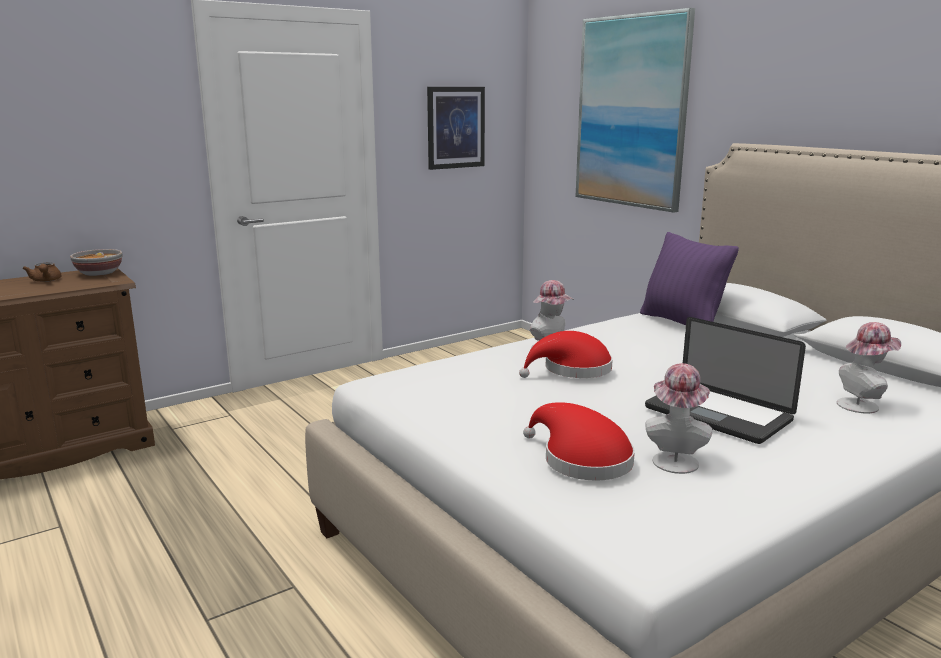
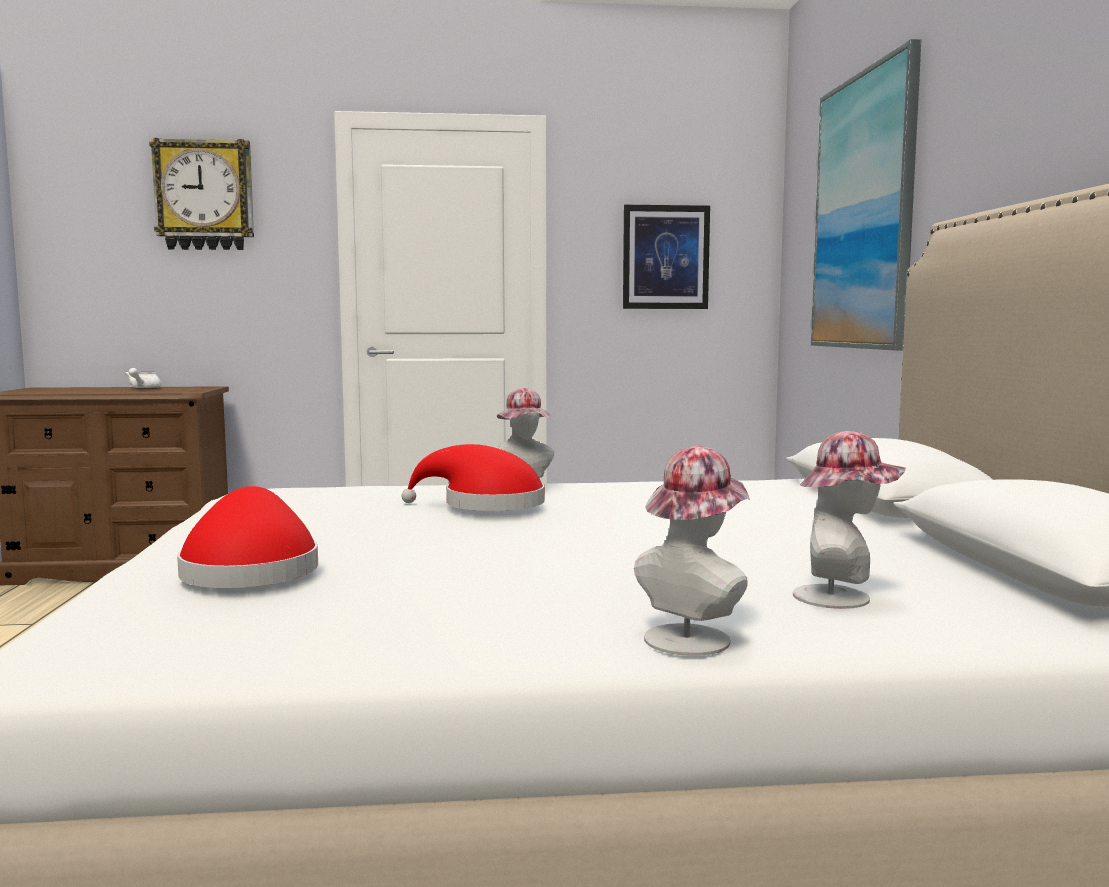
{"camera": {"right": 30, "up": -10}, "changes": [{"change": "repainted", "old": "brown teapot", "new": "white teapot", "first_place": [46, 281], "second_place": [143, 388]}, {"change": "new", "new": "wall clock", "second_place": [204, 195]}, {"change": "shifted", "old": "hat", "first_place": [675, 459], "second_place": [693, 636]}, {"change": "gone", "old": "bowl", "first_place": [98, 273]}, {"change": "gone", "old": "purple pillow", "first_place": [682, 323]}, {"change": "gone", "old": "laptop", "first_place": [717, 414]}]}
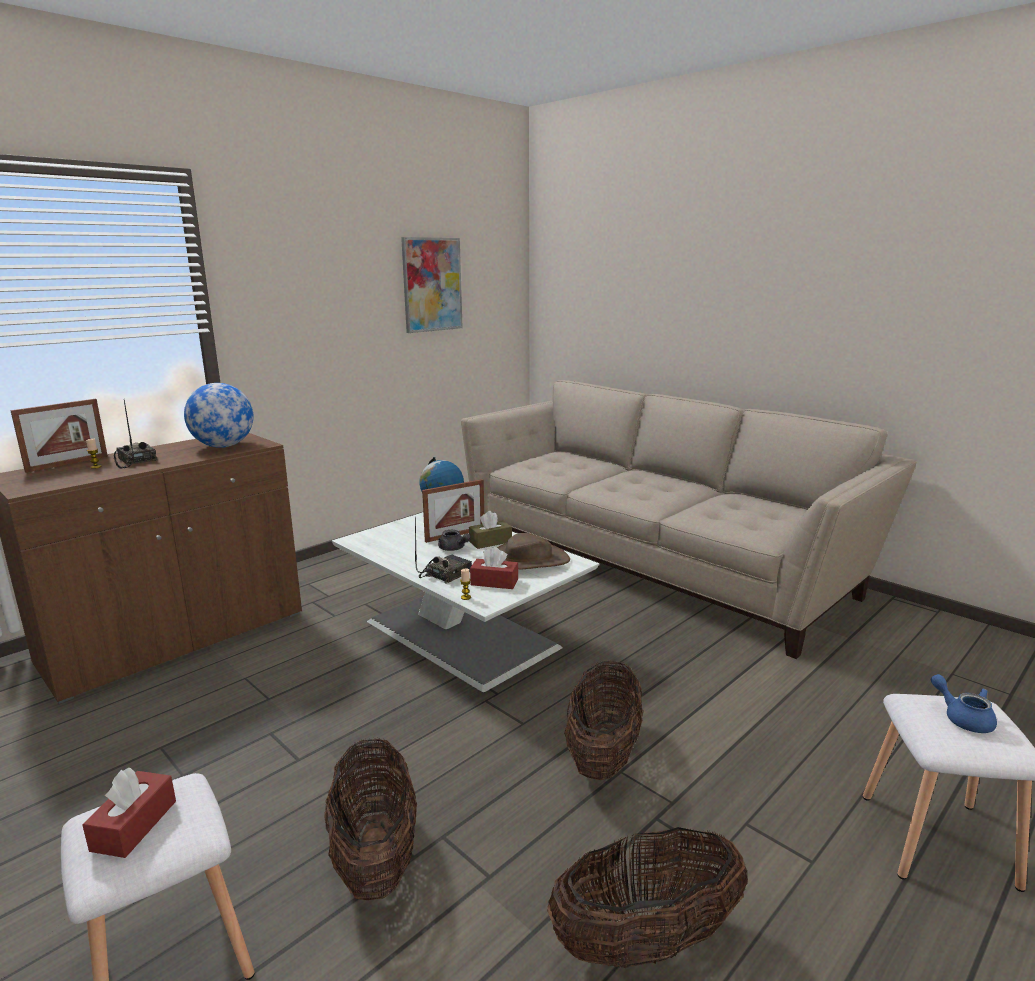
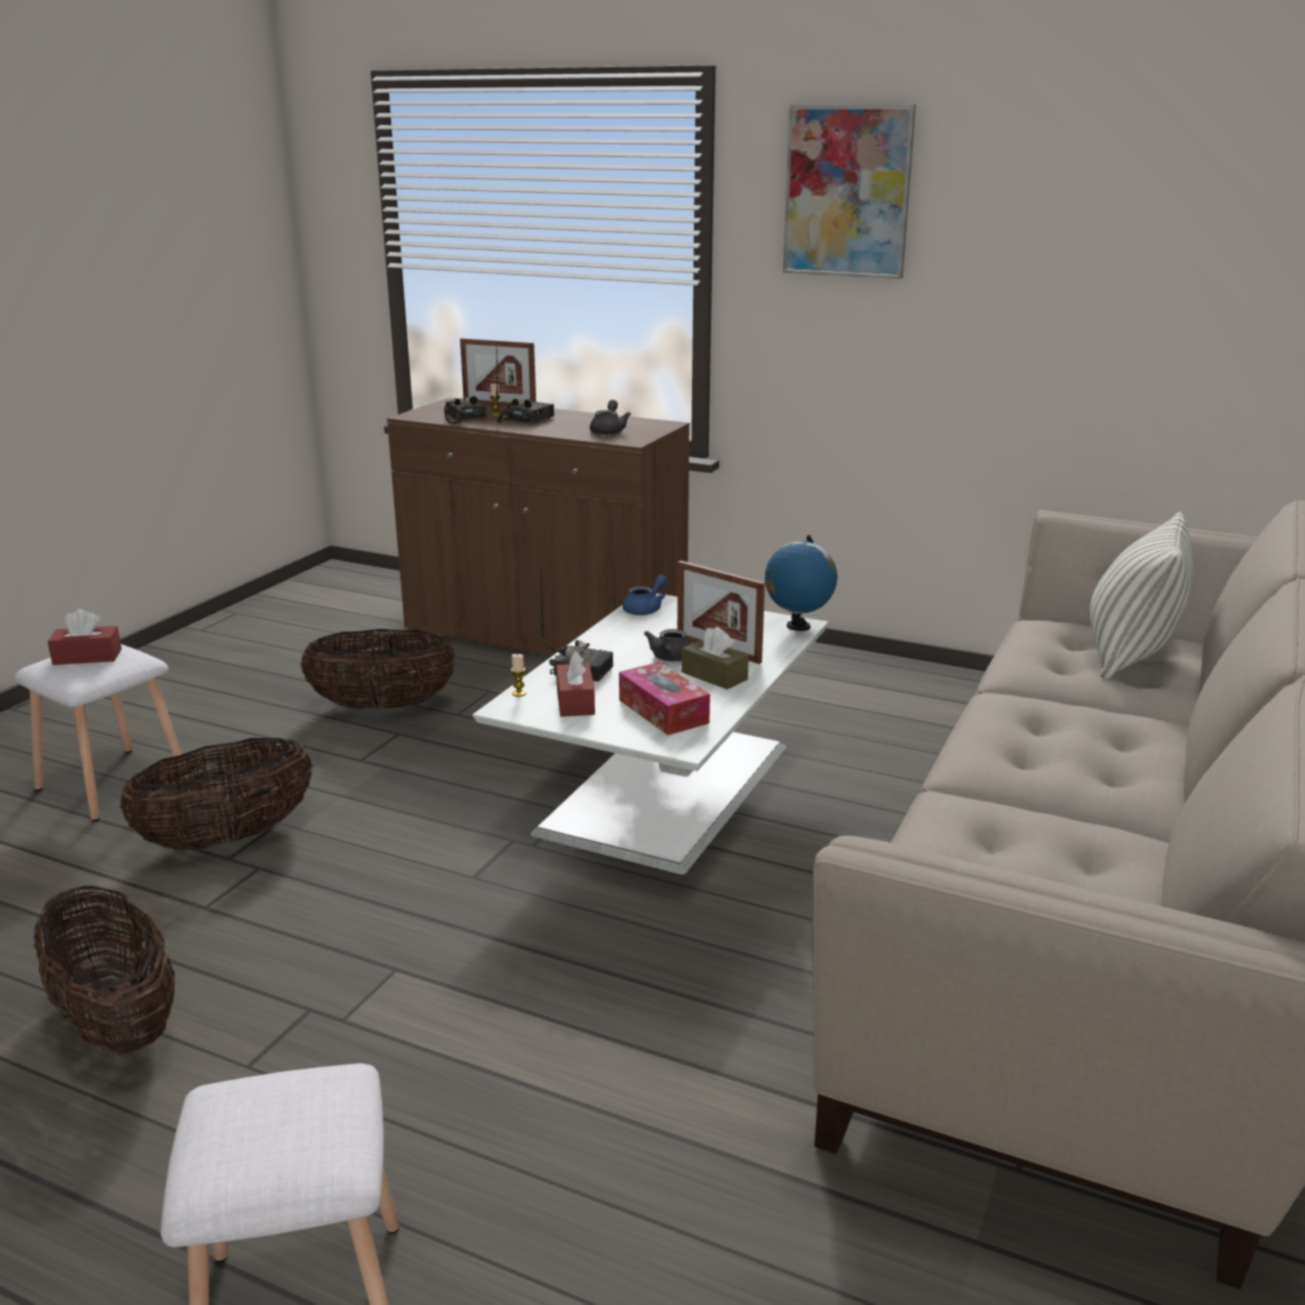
{"camera": {"right": 70, "up": 5}, "changes": [{"change": "shifted", "old": "basket", "first_place": [603, 754], "second_place": [383, 706]}, {"change": "new", "new": "radio", "second_place": [463, 417]}, {"change": "swapped", "old": "globe", "new": "grey teapot", "first_place": [223, 446], "second_place": [609, 431]}, {"change": "swapped", "old": "brown hat", "new": "tissue box", "first_place": [528, 561], "second_place": [663, 711]}, {"change": "shifted", "old": "blue teapot", "first_place": [963, 718], "second_place": [646, 609]}, {"change": "shifted", "old": "picture", "first_place": [432, 284], "second_place": [847, 191]}, {"change": "new", "new": "pillow", "second_place": [1130, 655]}]}
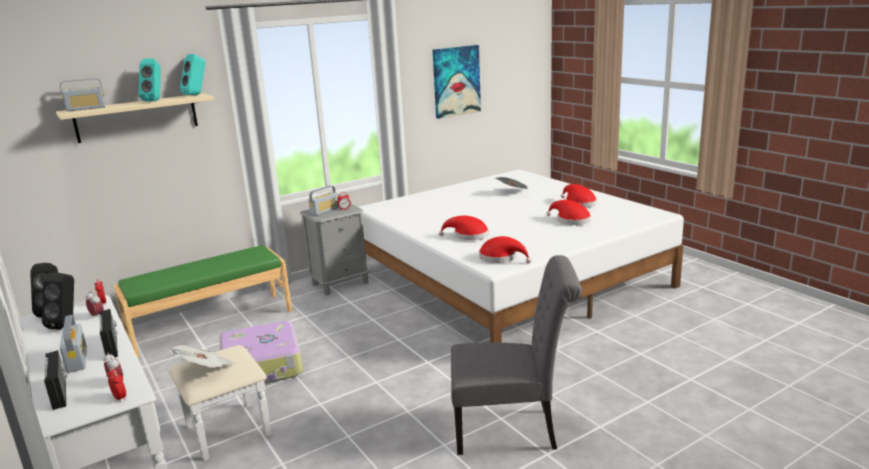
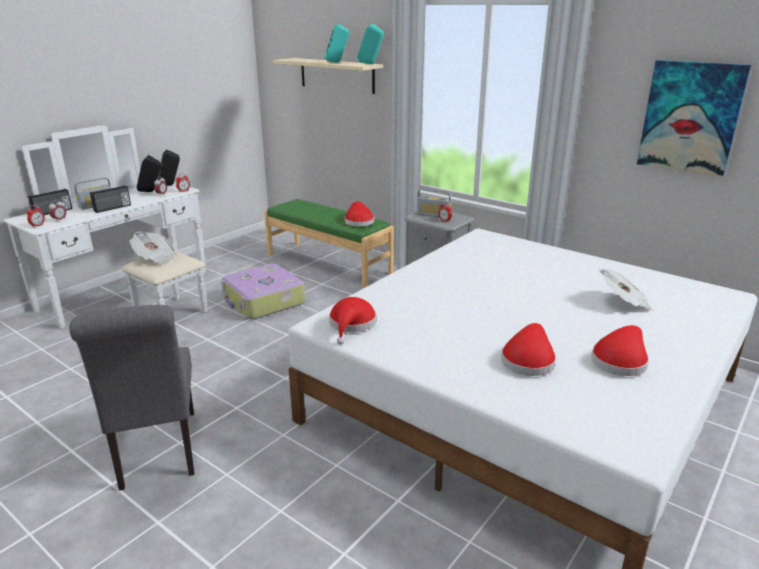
{"camera": {"right": 70, "up": 5}, "changes": [{"change": "shifted", "old": "red hat", "first_place": [468, 235], "second_place": [358, 221]}, {"change": "gone", "old": "radio", "first_place": [86, 108]}]}
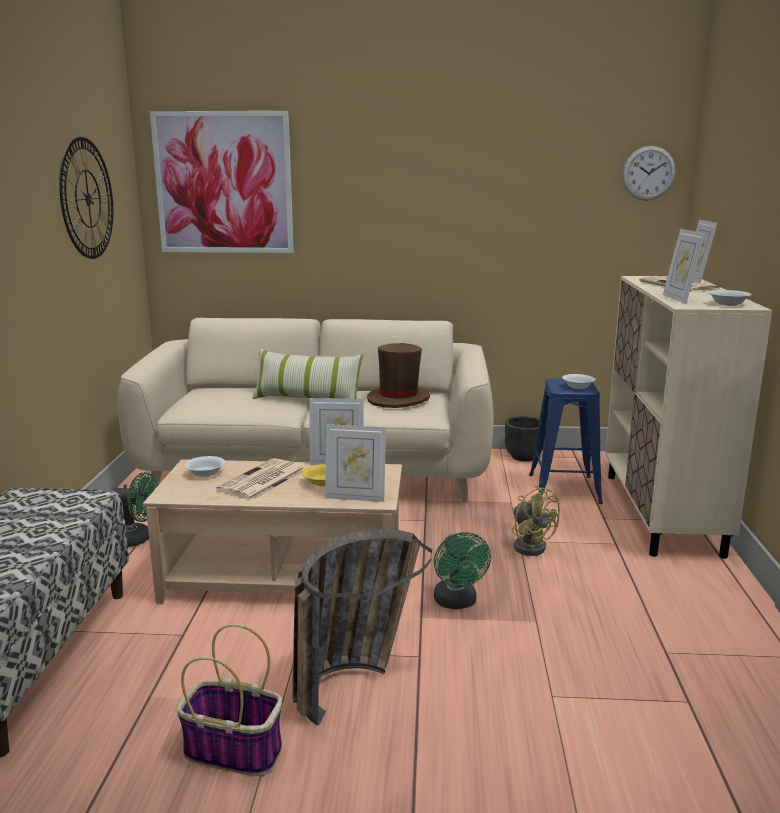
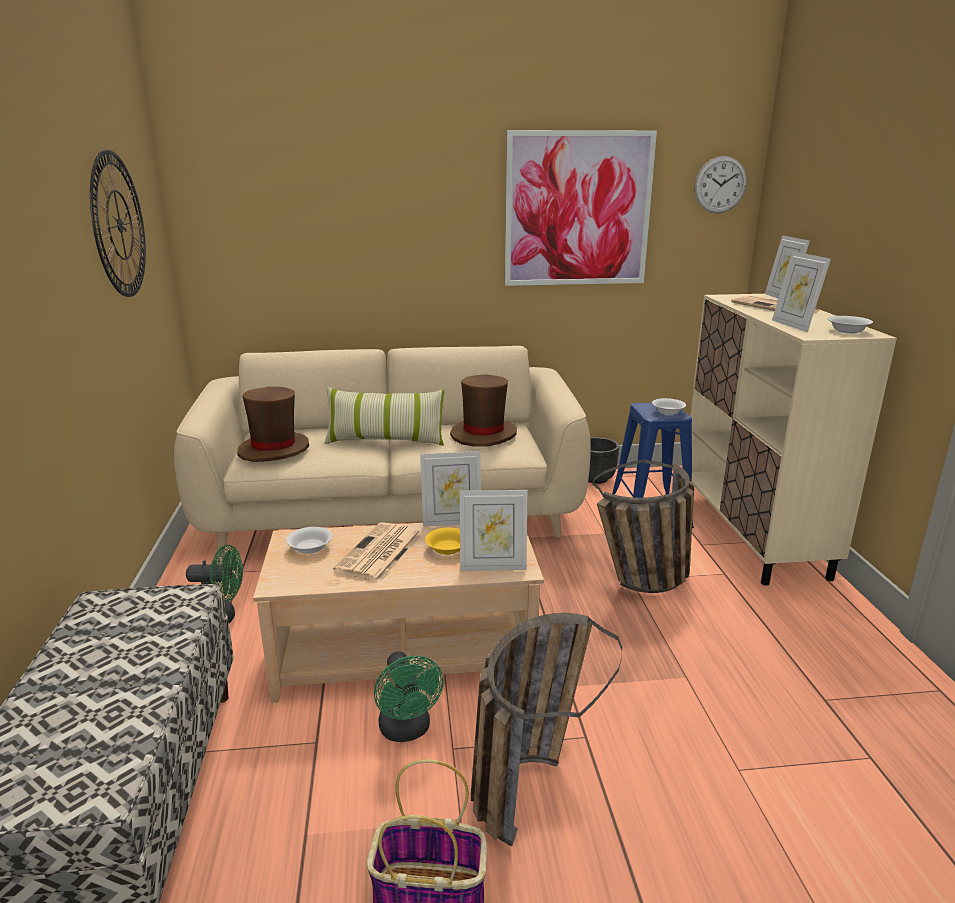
{"camera": {"right": -10, "up": 5}, "changes": [{"change": "new", "new": "brown hat", "second_place": [274, 449]}, {"change": "shifted", "old": "green fan", "first_place": [457, 603], "second_place": [407, 731]}, {"change": "shifted", "old": "picture", "first_place": [223, 183], "second_place": [578, 209]}, {"change": "swapped", "old": "yellow fan", "new": "basket", "first_place": [530, 545], "second_place": [643, 584]}]}
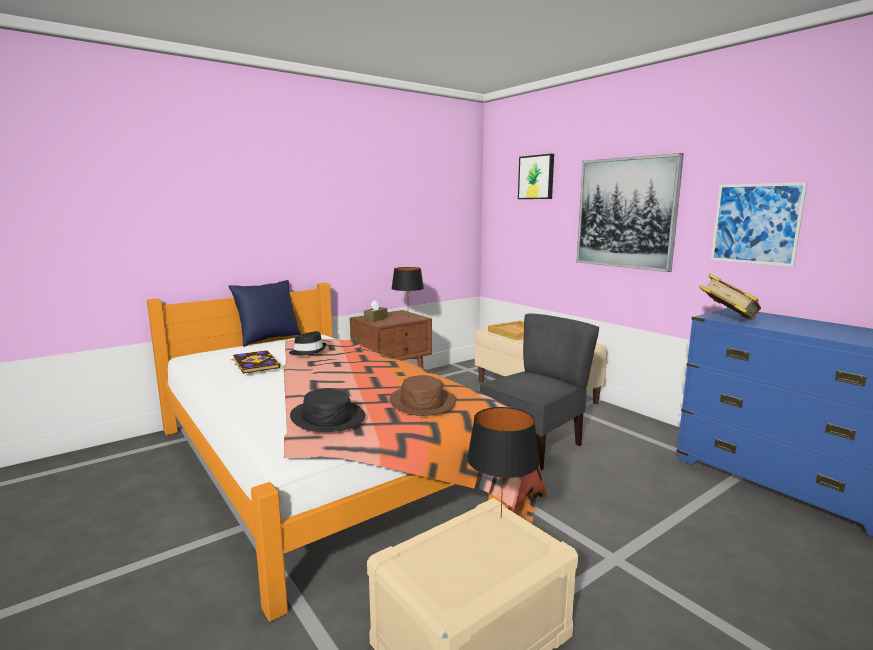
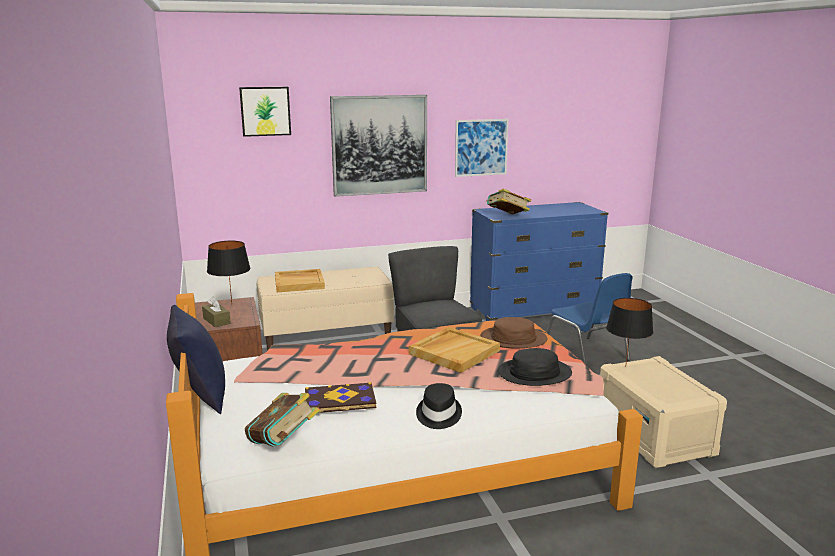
{"camera": {"right": -70, "up": 5}, "changes": [{"change": "new", "new": "book", "second_place": [283, 444]}, {"change": "new", "new": "beige tray", "second_place": [454, 352]}, {"change": "shifted", "old": "black hat", "first_place": [308, 351], "second_place": [438, 415]}, {"change": "new", "new": "blue chair", "second_place": [586, 355]}]}
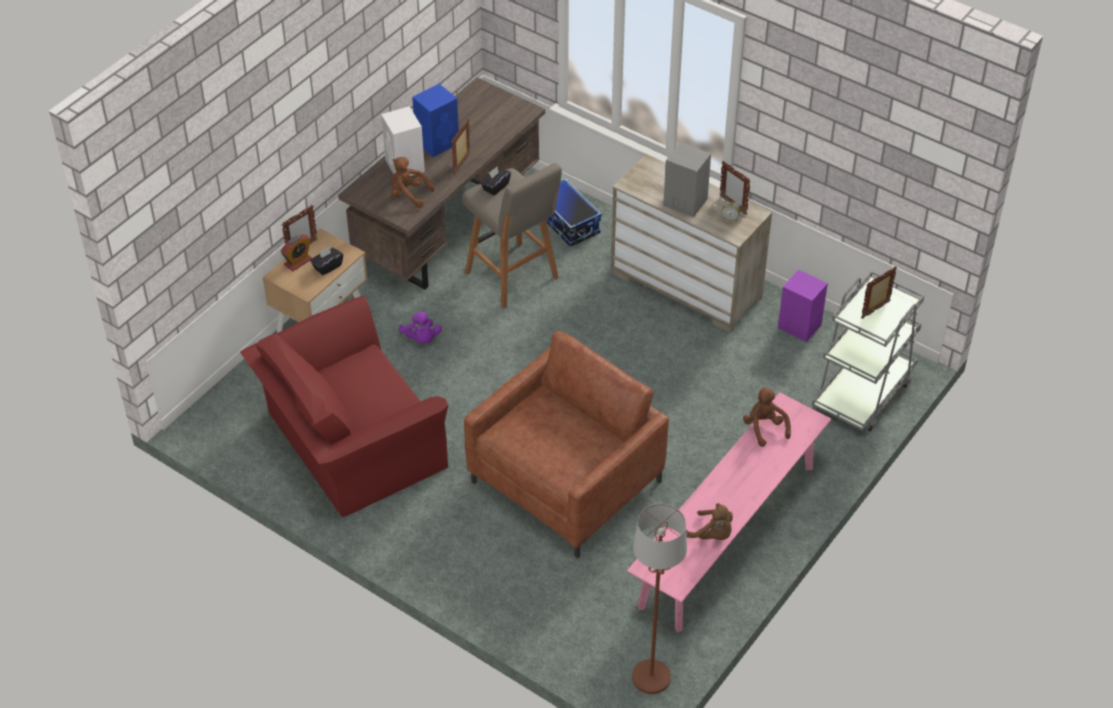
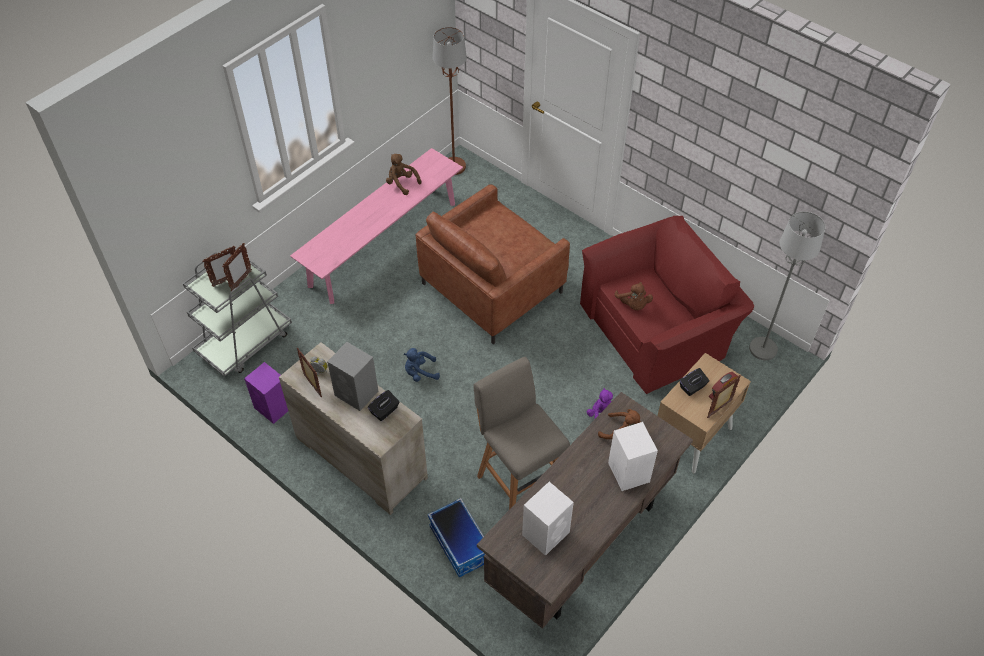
{"camera": {"right": -175, "up": 5}, "changes": [{"change": "shifted", "old": "picture frame", "first_place": [462, 165], "second_place": [241, 281]}, {"change": "shifted", "old": "black tissue box", "first_place": [495, 187], "second_place": [384, 411]}, {"change": "new", "new": "blue plush toy", "second_place": [420, 373]}, {"change": "new", "new": "white speaker", "second_place": [546, 532]}, {"change": "shifted", "old": "brown plush toy", "first_place": [764, 428], "second_place": [633, 304]}, {"change": "new", "new": "grey floor lamp", "second_place": [762, 349]}, {"change": "gone", "old": "blue speaker", "first_place": [438, 142]}]}
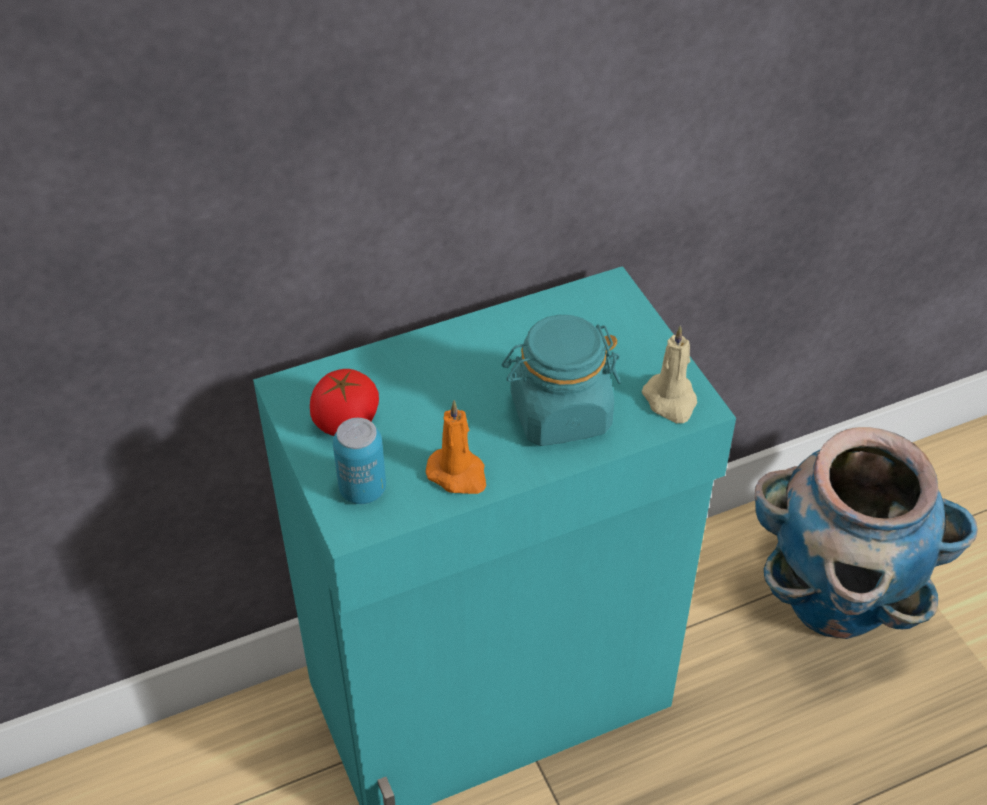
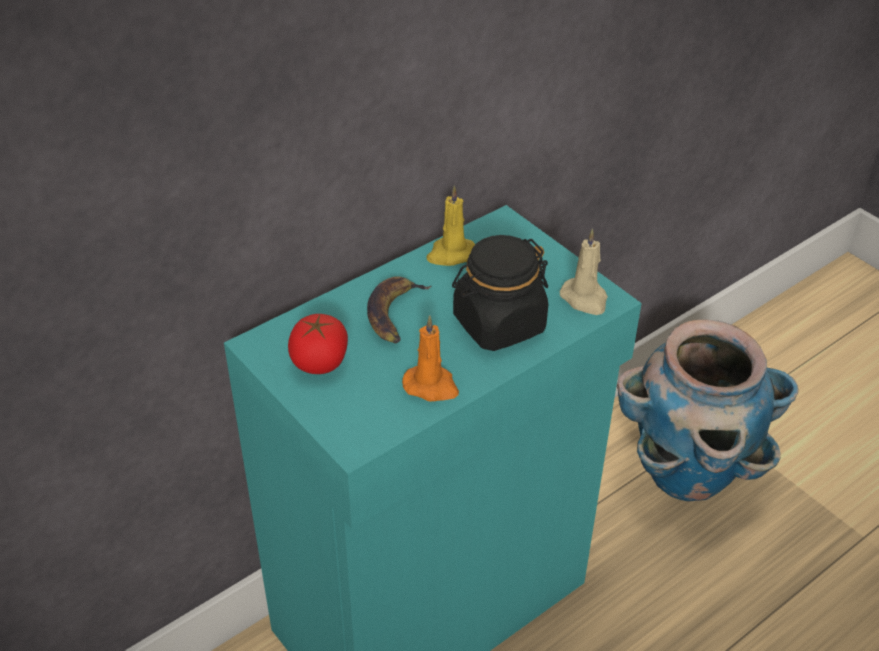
{"camera": {"right": -15, "up": -5}, "changes": [{"change": "new", "new": "banana", "second_place": [395, 314]}, {"change": "new", "new": "yellow candle", "second_place": [450, 254]}, {"change": "repainted", "old": "turquoise jar", "new": "black jar", "first_place": [559, 414], "second_place": [498, 324]}, {"change": "gone", "old": "can", "first_place": [362, 489]}]}
